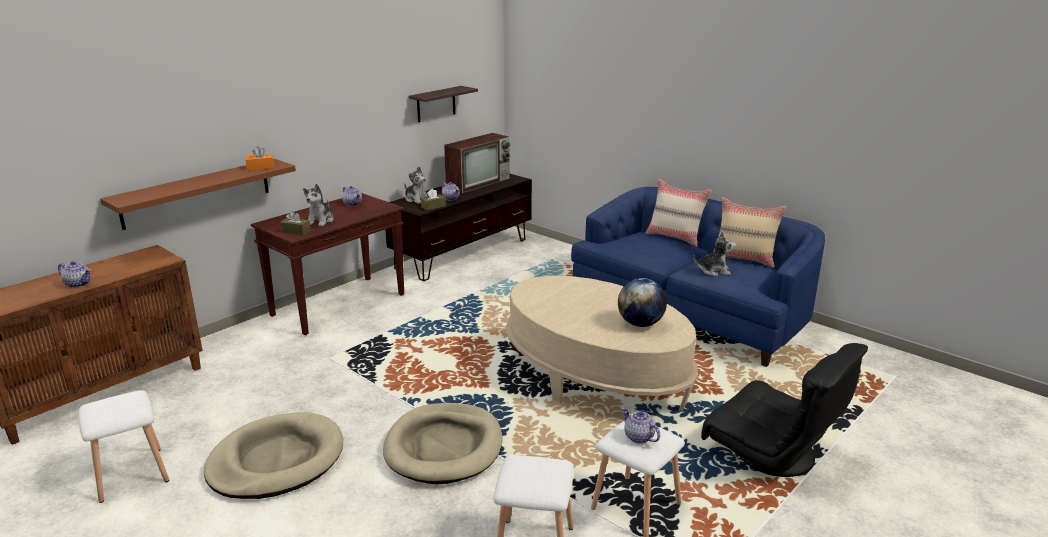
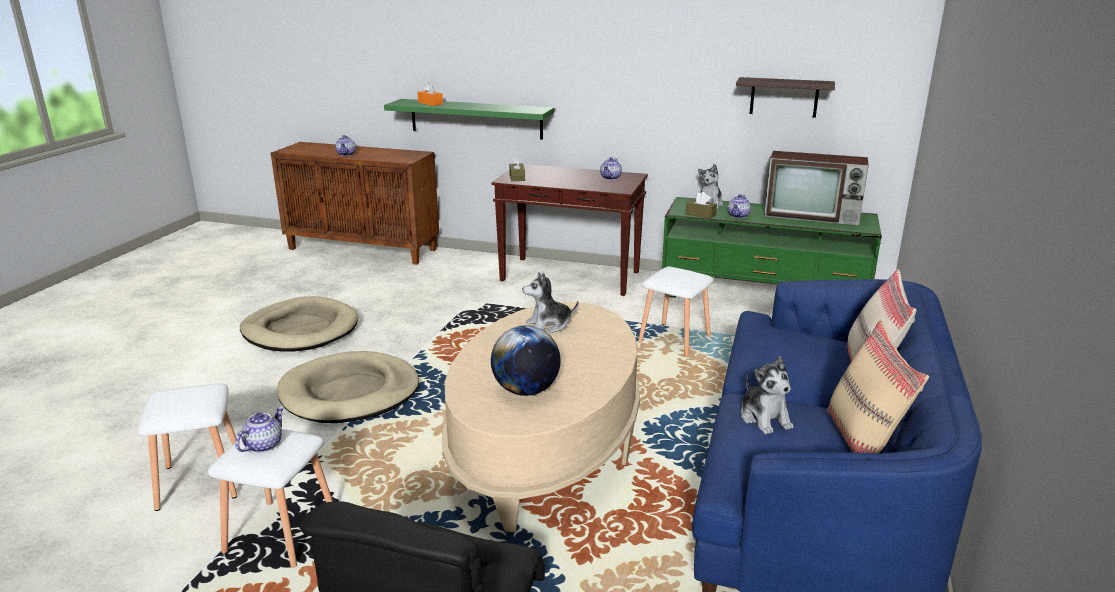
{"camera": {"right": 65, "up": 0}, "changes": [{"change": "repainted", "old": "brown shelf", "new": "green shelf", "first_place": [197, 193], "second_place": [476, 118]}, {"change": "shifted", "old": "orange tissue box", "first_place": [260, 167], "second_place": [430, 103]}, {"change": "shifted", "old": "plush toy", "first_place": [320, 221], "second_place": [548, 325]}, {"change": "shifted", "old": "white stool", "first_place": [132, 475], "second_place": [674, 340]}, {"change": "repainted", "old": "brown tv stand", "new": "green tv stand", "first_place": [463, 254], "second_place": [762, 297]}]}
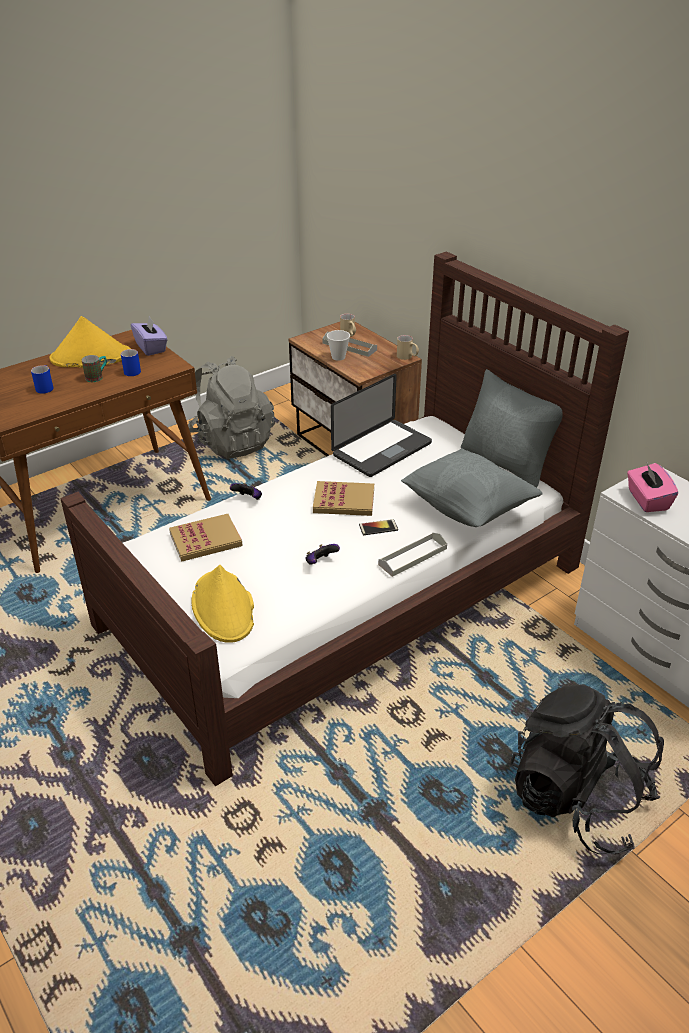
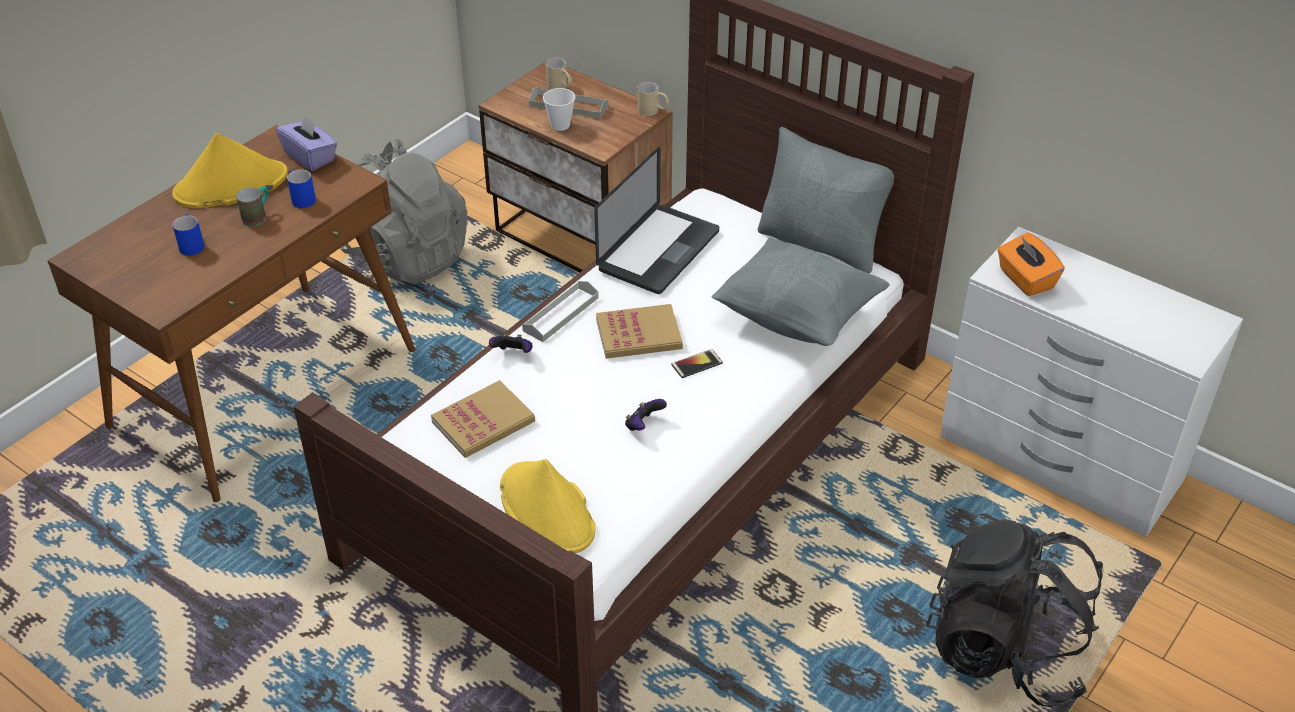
{"camera": {"right": -15, "up": 5}, "changes": [{"change": "shifted", "old": "grey tray", "first_place": [412, 556], "second_place": [561, 314]}, {"change": "repainted", "old": "pink tissue box", "new": "orange tissue box", "first_place": [647, 500], "second_place": [1025, 279]}]}
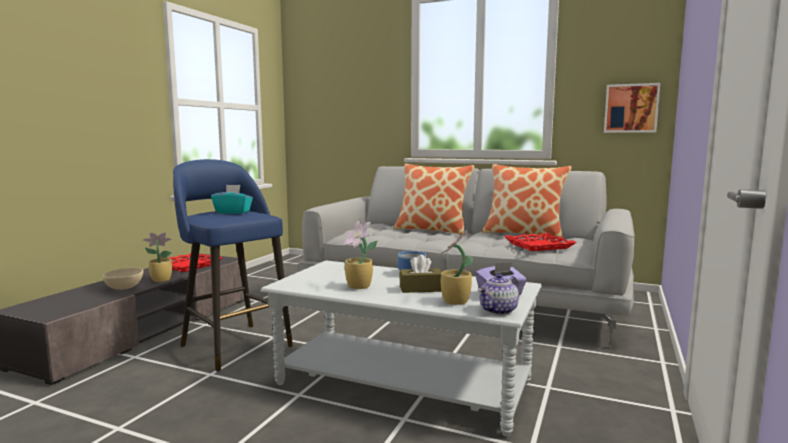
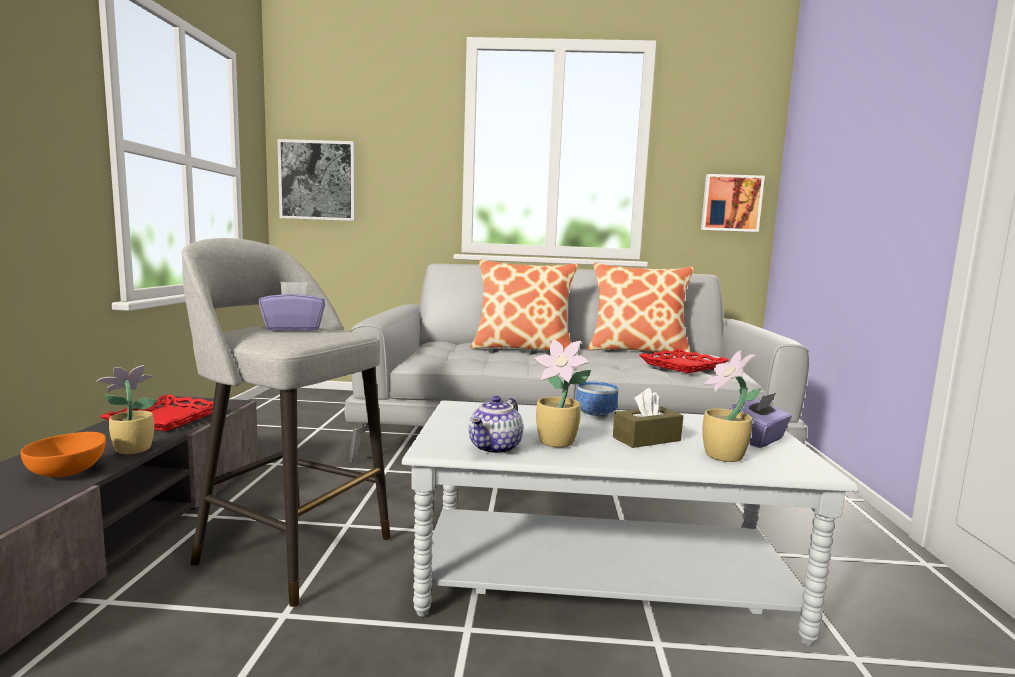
{"camera": {"right": -20, "up": 0}, "changes": [{"change": "repainted", "old": "beige bowl", "new": "orange bowl", "first_place": [125, 288], "second_place": [69, 473]}, {"change": "repainted", "old": "blue stool", "new": "grey stool", "first_place": [235, 345], "second_place": [291, 549]}, {"change": "repainted", "old": "turquoise tissue box", "new": "purple tissue box", "first_place": [233, 212], "second_place": [294, 328]}, {"change": "new", "new": "picture", "second_place": [318, 180]}, {"change": "shifted", "old": "teapot", "first_place": [499, 311], "second_place": [496, 448]}]}
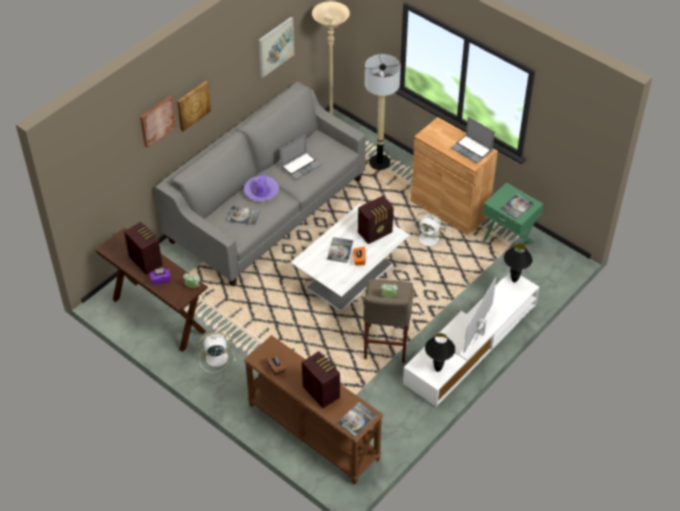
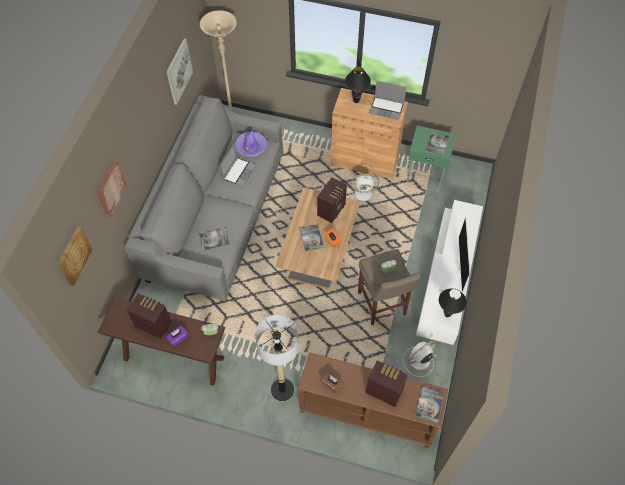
{"camera": {"right": -25, "up": 10}, "changes": [{"change": "shifted", "old": "picture", "first_place": [193, 105], "second_place": [73, 255]}, {"change": "shifted", "old": "purple hat", "first_place": [261, 191], "second_place": [251, 146]}, {"change": "shifted", "old": "floor lamp", "first_place": [379, 162], "second_place": [282, 390]}, {"change": "repainted", "old": "white coffee table", "new": "brown coffee table", "first_place": [350, 275], "second_place": [318, 251]}, {"change": "shifted", "old": "black table lamp", "first_place": [514, 280], "second_place": [356, 101]}, {"change": "shifted", "old": "white fan", "first_place": [215, 358], "second_place": [418, 361]}]}
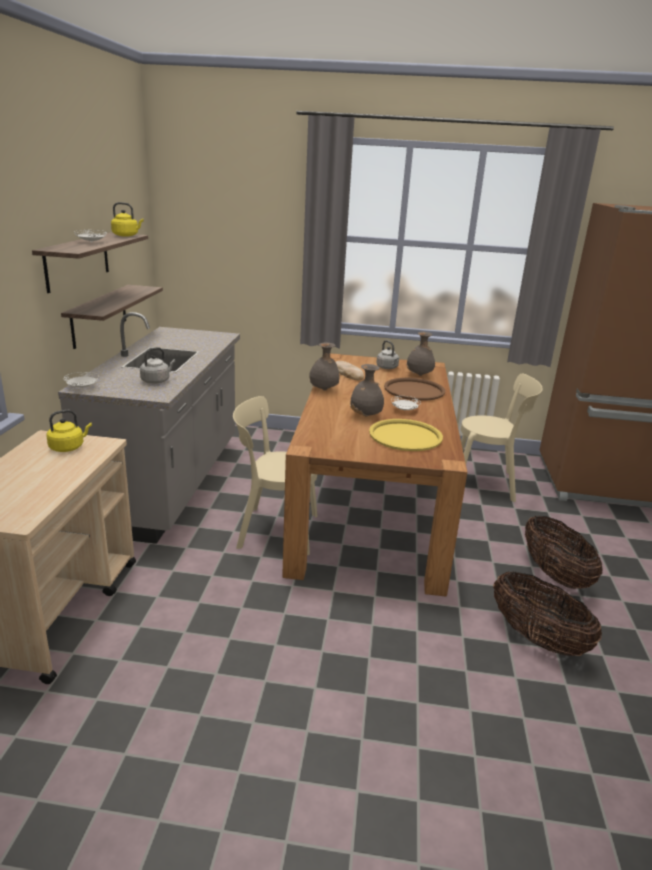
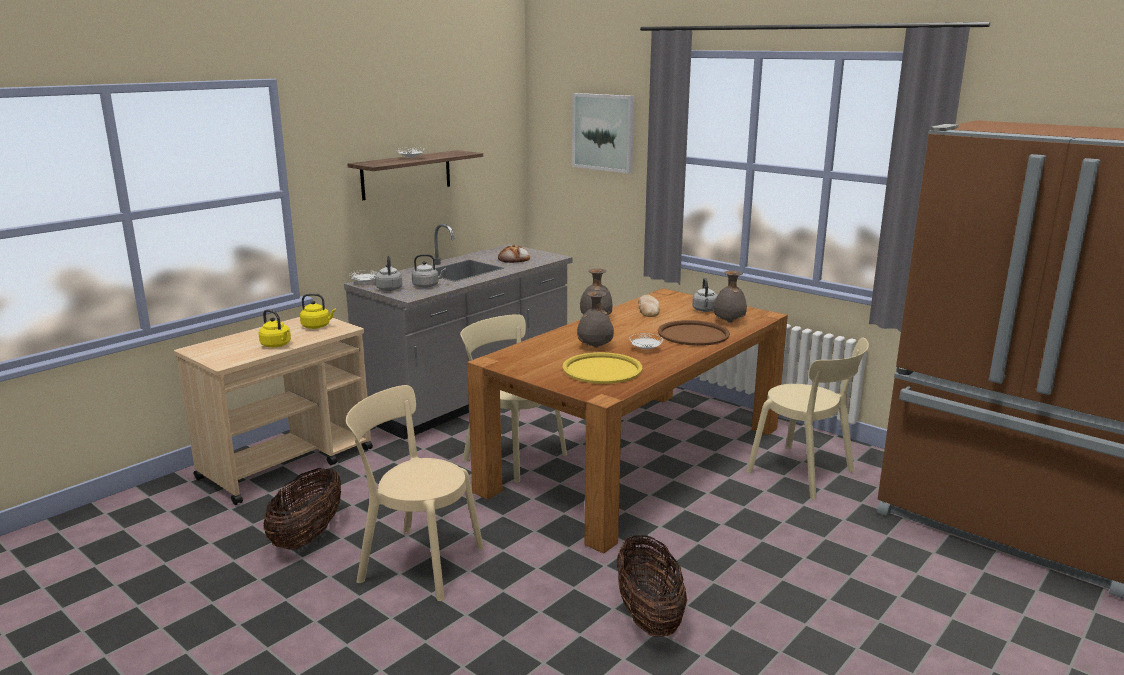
{"camera": {"right": 35, "up": -5}, "changes": [{"change": "shifted", "old": "yellow kettle", "first_place": [127, 235], "second_place": [277, 345]}, {"change": "shifted", "old": "basket", "first_place": [554, 574], "second_place": [307, 536]}, {"change": "new", "new": "beige chair", "second_place": [416, 562]}, {"change": "new", "new": "grey kettle", "second_place": [389, 288]}, {"change": "new", "new": "bread", "second_place": [514, 259]}, {"change": "new", "new": "picture", "second_place": [603, 132]}, {"change": "gone", "old": "shelf", "first_place": [99, 315]}]}
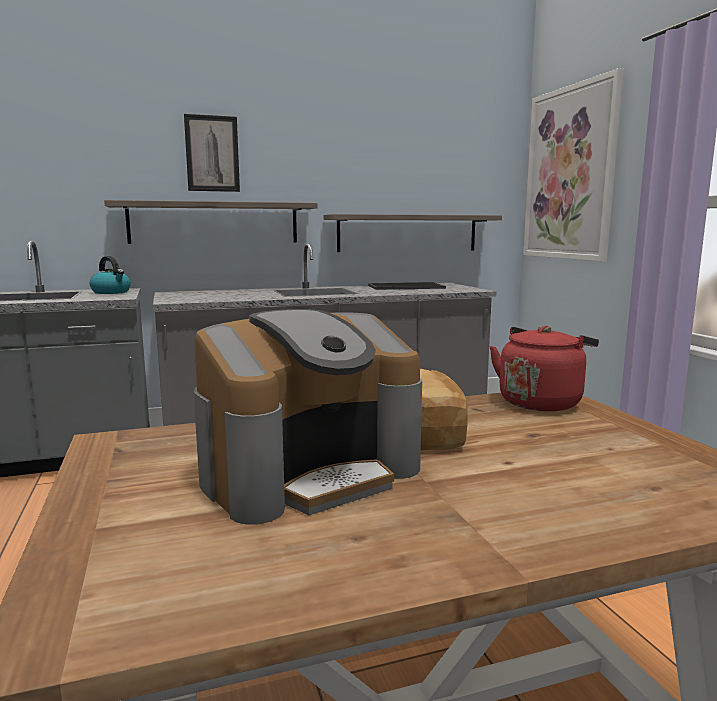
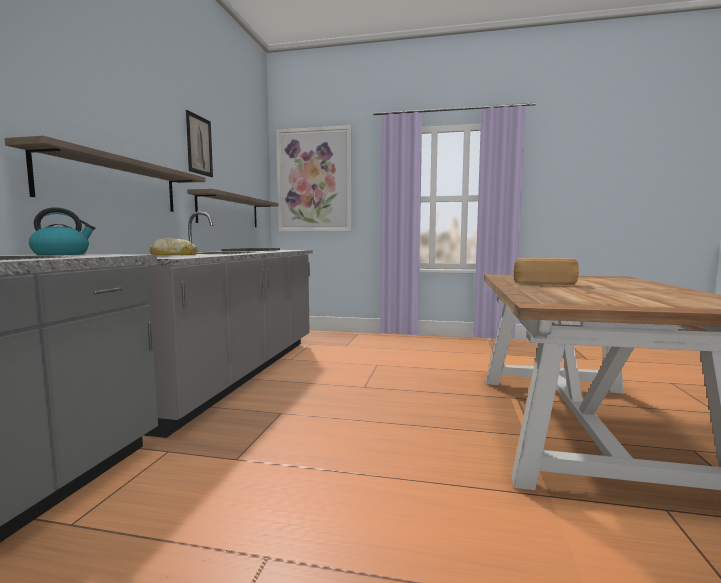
{"camera": {"right": -60, "up": -5}, "changes": [{"change": "new", "new": "bread", "second_place": [173, 255]}, {"change": "shifted", "old": "picture", "first_place": [212, 153], "second_place": [199, 145]}, {"change": "gone", "old": "coffee machine", "first_place": [310, 472]}, {"change": "gone", "old": "red kettle", "first_place": [541, 402]}]}
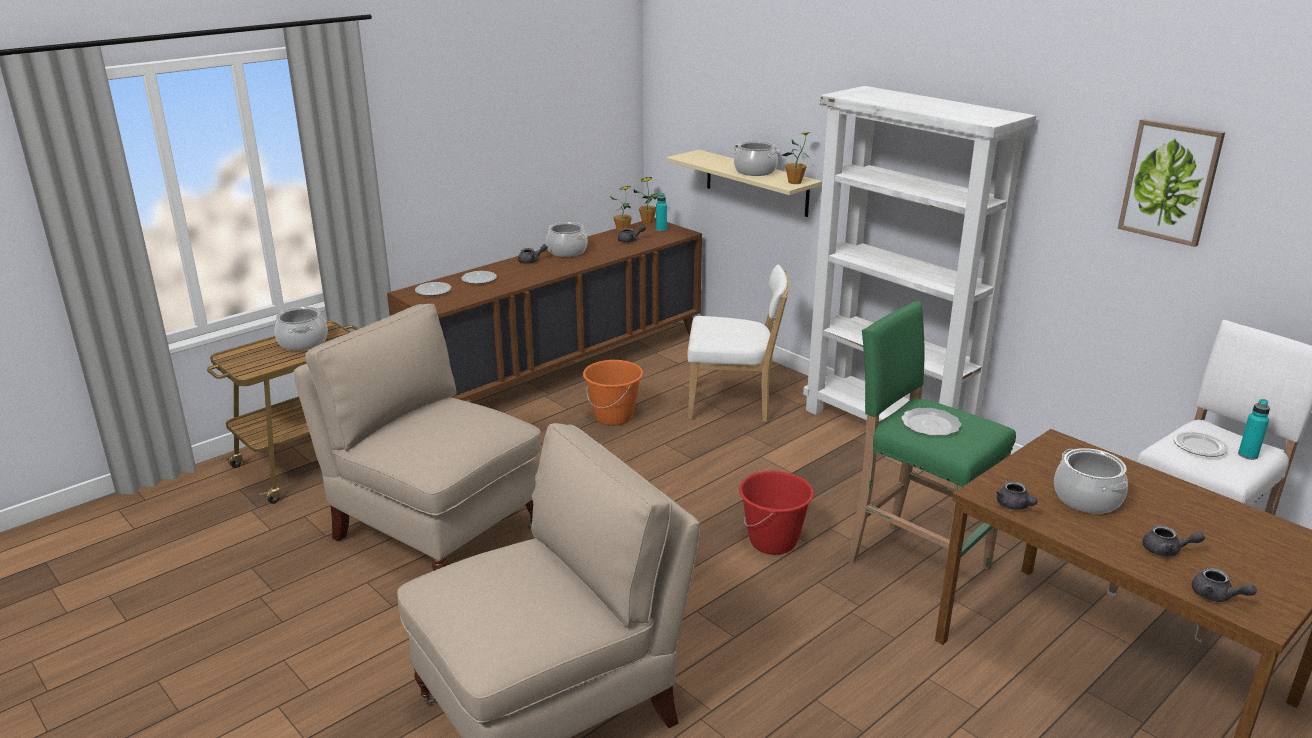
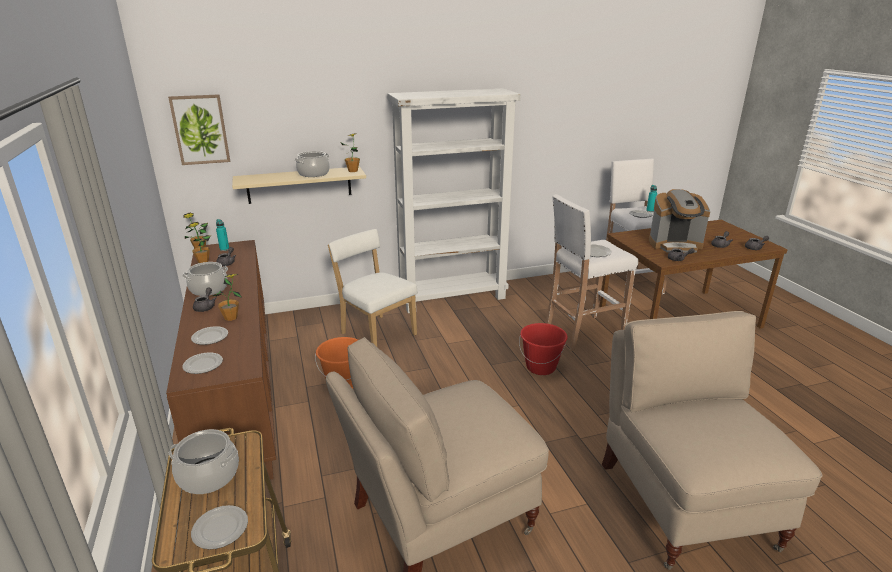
{"camera": {"right": -65, "up": 0}, "changes": [{"change": "shifted", "old": "picture", "first_place": [1170, 182], "second_place": [200, 129]}, {"change": "new", "new": "plate", "second_place": [220, 529]}, {"change": "new", "new": "potted plant", "second_place": [231, 318]}, {"change": "rotated", "old": "white chair", "first_place": [734, 404], "second_place": [376, 333], "degrees": -75}, {"change": "repainted", "old": "green stool", "new": "white stool", "first_place": [915, 563], "second_place": [582, 333]}, {"change": "swapped", "old": "cooking pot", "new": "coffee machine", "first_place": [1087, 498], "second_place": [675, 245]}]}
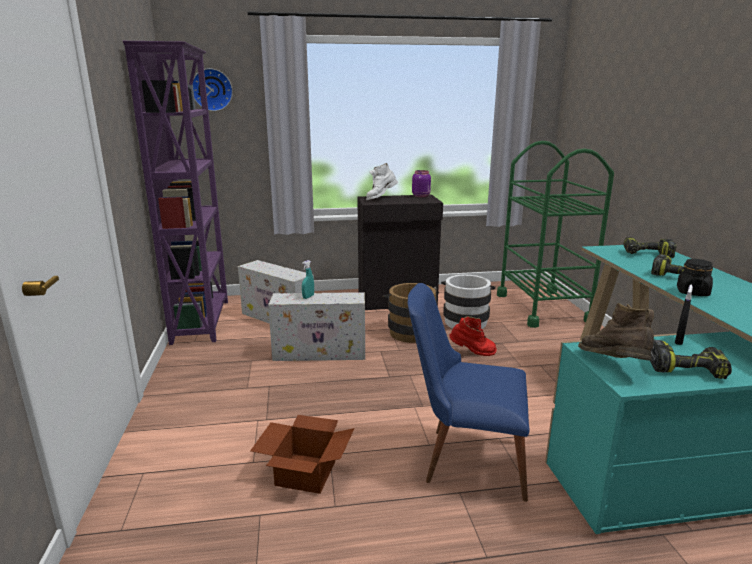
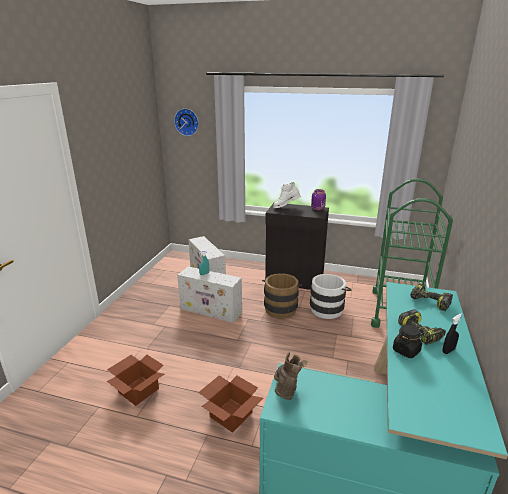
{"camera": {"right": 25, "up": 5}, "changes": [{"change": "swapped", "old": "blue chair", "new": "cardboard box", "first_place": [465, 459], "second_place": [230, 414]}, {"change": "shifted", "old": "black spray bottle", "first_place": [679, 341], "second_place": [448, 351]}, {"change": "gone", "old": "purple bookcase", "first_place": [202, 321]}, {"change": "gone", "old": "red boot", "first_place": [472, 352]}, {"change": "gone", "old": "power drill", "first_place": [686, 368]}]}
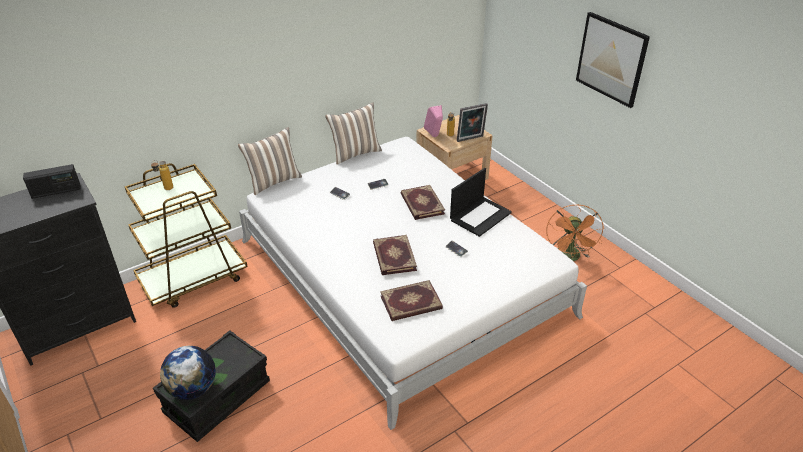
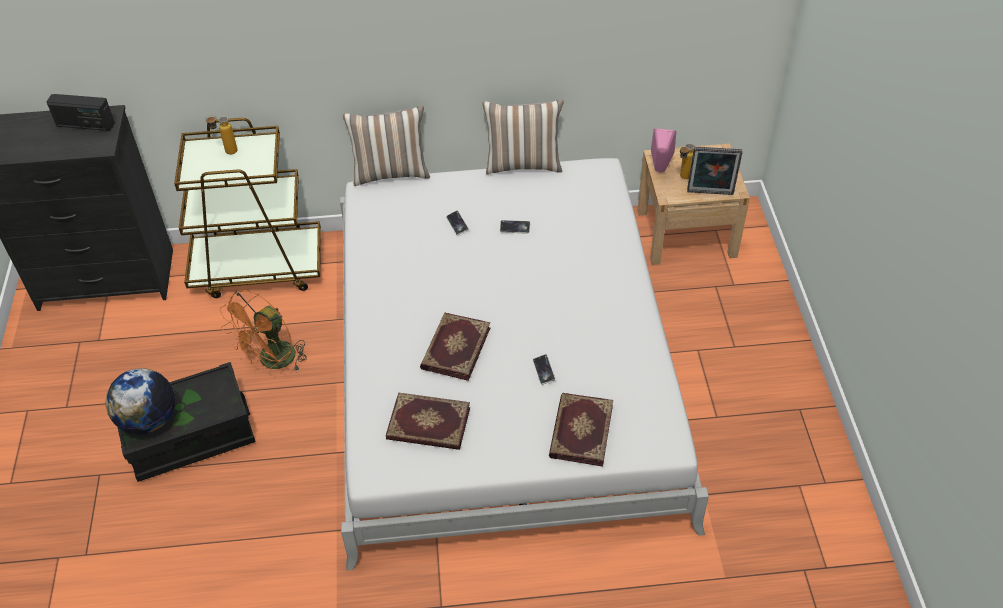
{"camera": {"right": 30, "up": 10}, "changes": [{"change": "shifted", "old": "orange fan", "first_place": [569, 258], "second_place": [273, 362]}, {"change": "shifted", "old": "book", "first_place": [421, 204], "second_place": [580, 431]}, {"change": "gone", "old": "laptop", "first_place": [480, 216]}, {"change": "gone", "old": "picture", "first_place": [611, 59]}]}
